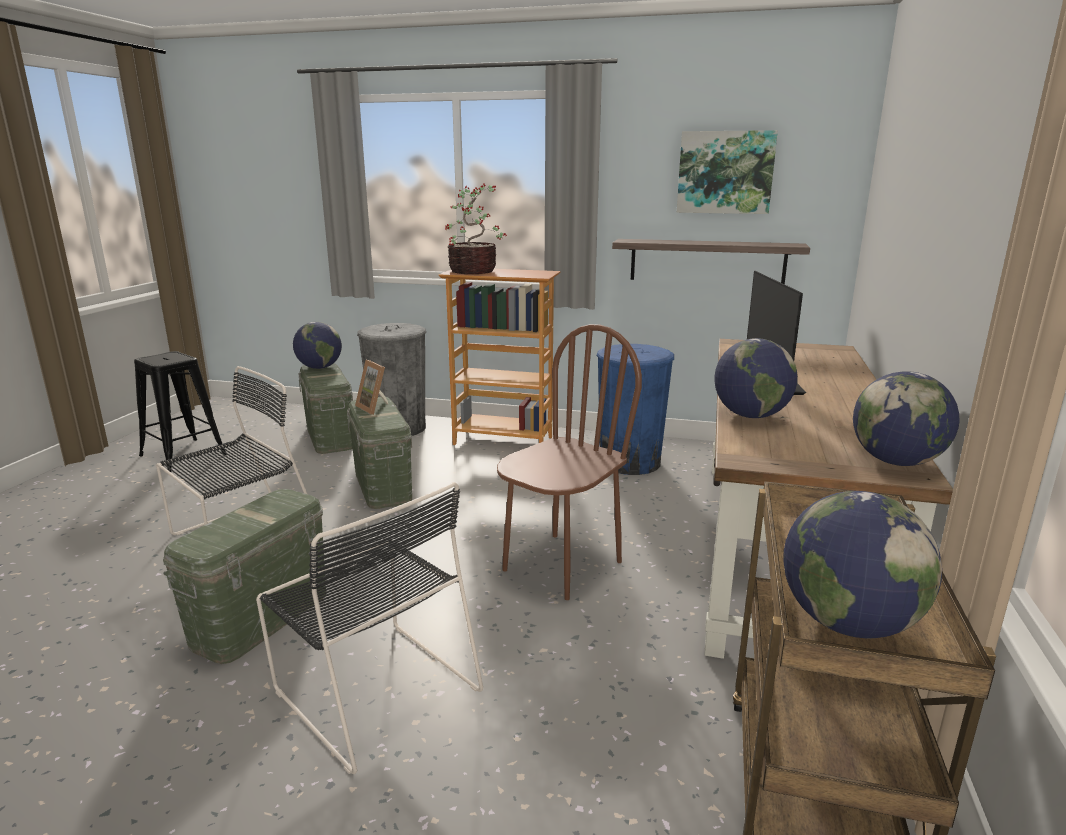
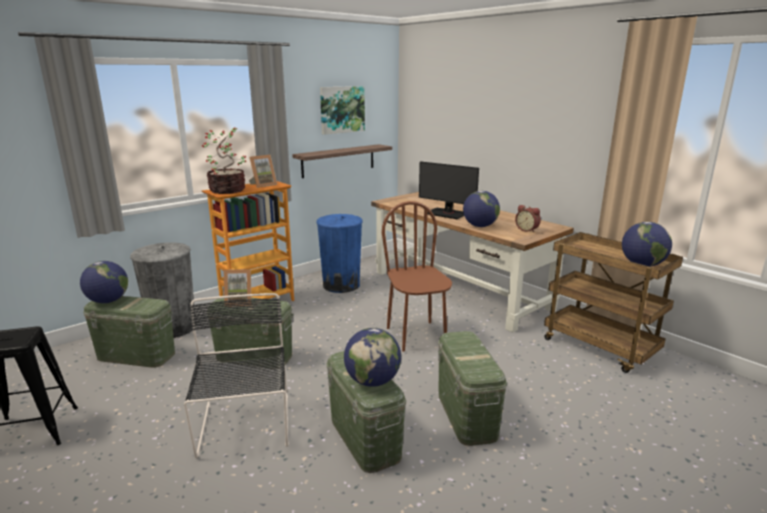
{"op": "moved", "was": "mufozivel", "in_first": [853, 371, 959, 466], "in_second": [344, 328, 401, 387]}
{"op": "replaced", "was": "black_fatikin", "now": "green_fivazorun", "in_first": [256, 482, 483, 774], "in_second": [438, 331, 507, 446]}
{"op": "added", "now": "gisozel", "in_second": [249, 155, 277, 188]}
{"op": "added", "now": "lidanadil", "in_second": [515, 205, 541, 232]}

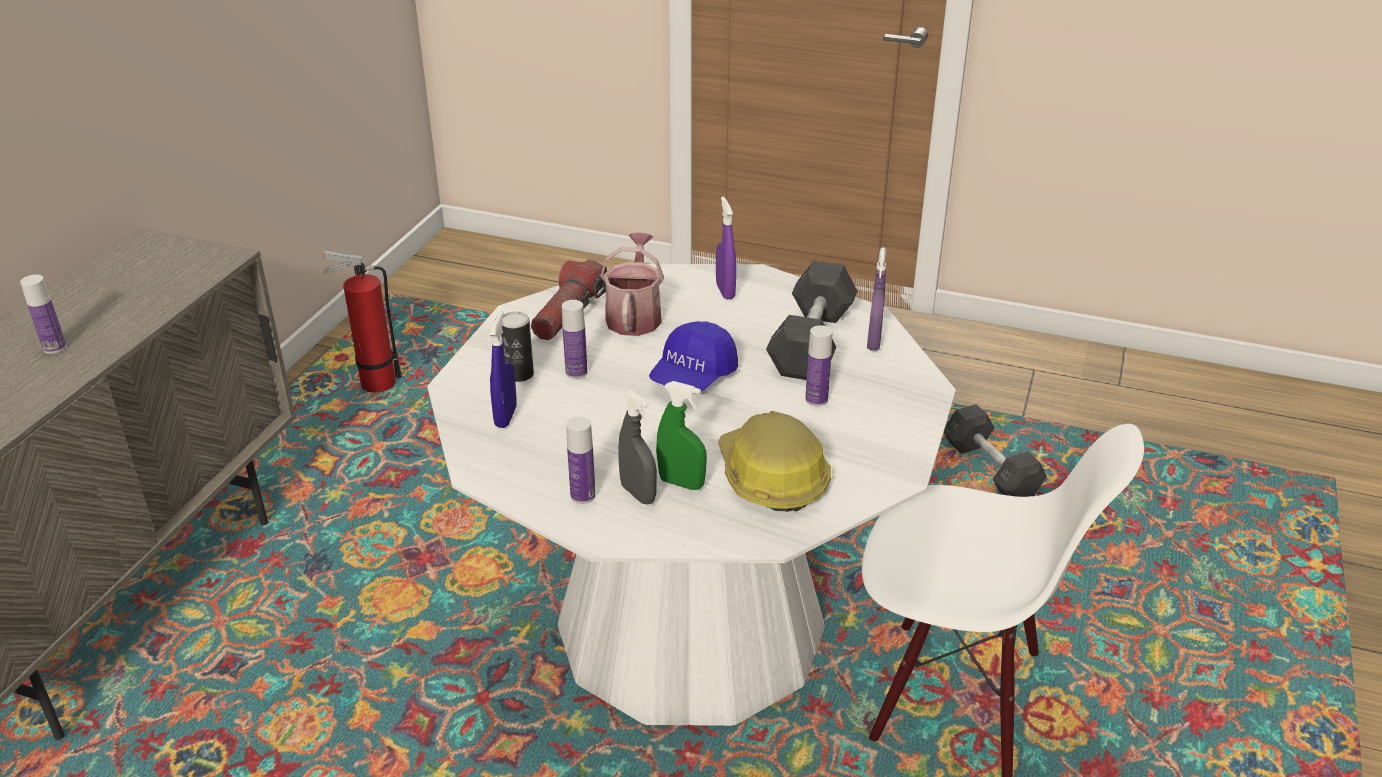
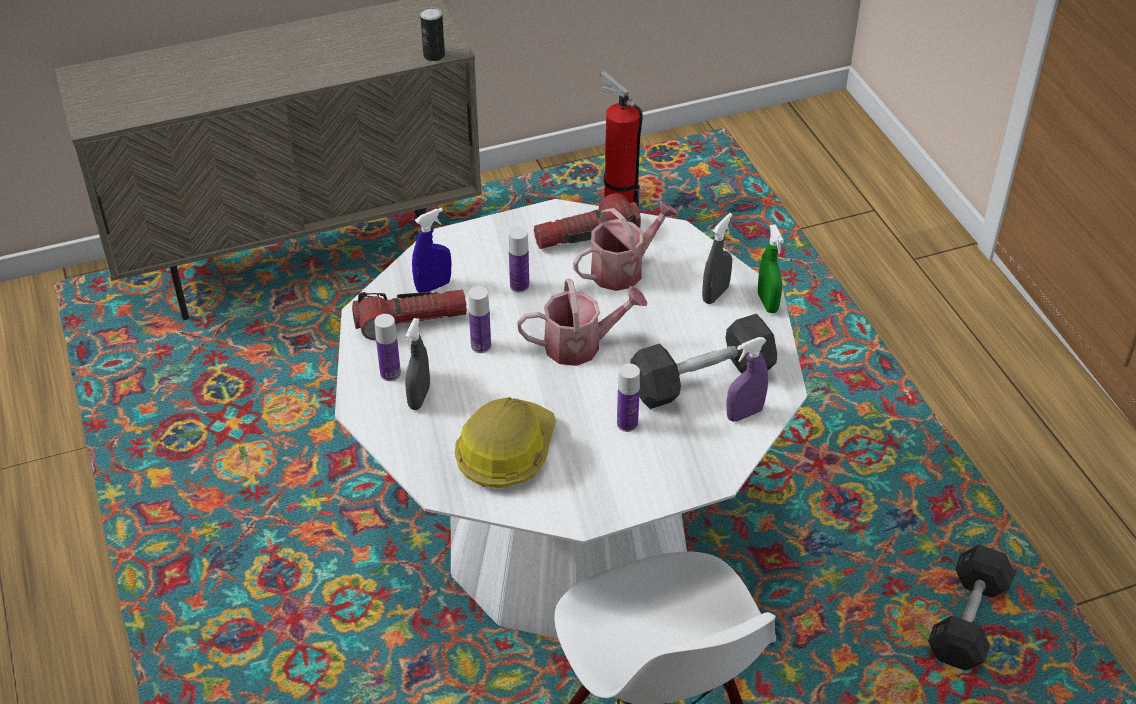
{"op": "recoloured", "was": "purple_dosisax", "now": "grey_dosisax", "in_first": [716, 196, 736, 299], "in_second": [702, 213, 733, 304]}
{"op": "moved", "was": "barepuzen", "in_first": [20, 275, 66, 354], "in_second": [468, 286, 491, 353]}
{"op": "moved", "was": "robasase", "in_first": [501, 311, 534, 382], "in_second": [420, 7, 445, 61]}
{"op": "replaced", "was": "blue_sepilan", "now": "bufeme", "in_first": [649, 321, 738, 391], "in_second": [517, 279, 647, 366]}
{"op": "moved", "was": "green_dosisax", "in_first": [656, 381, 707, 490], "in_second": [758, 224, 784, 313]}
{"op": "added", "now": "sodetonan", "in_second": [352, 289, 467, 340]}

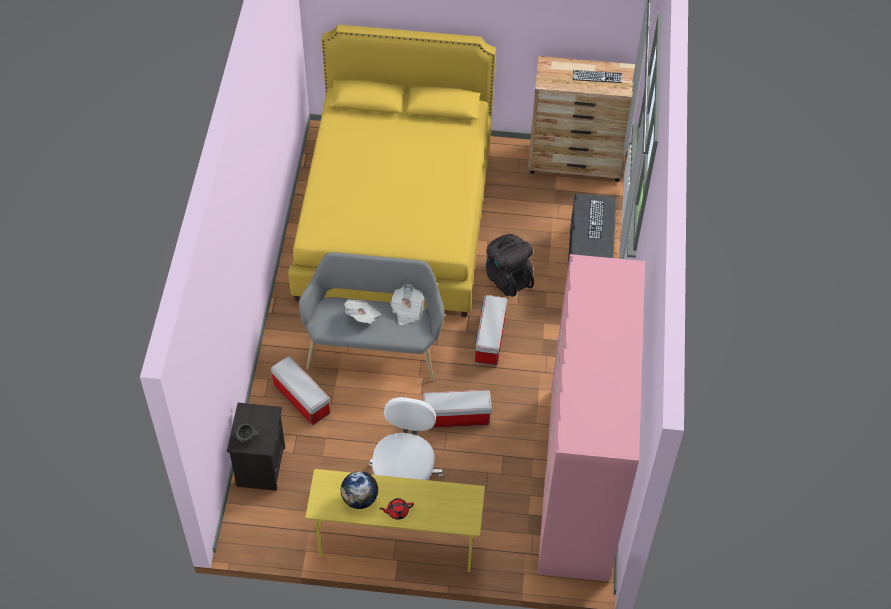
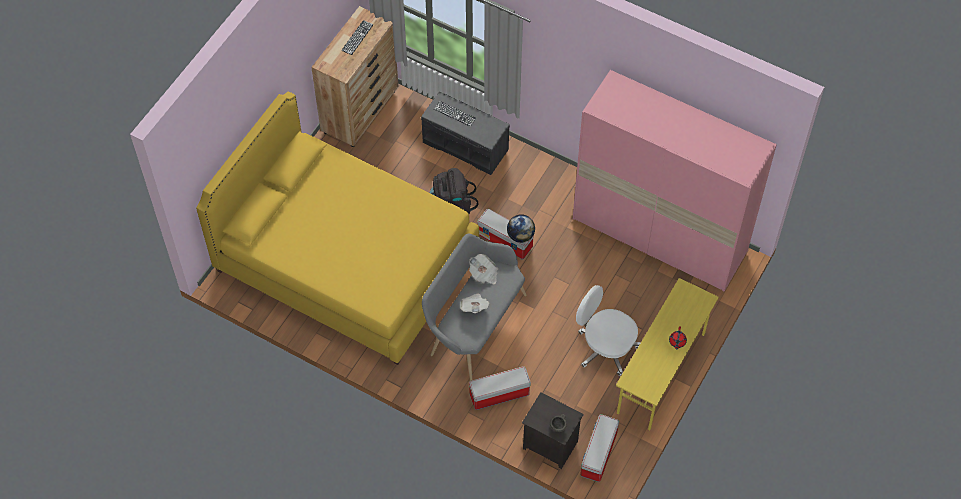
{"op": "moved", "was": "fivazorun", "in_first": [422, 390, 492, 428], "in_second": [580, 414, 619, 482]}
{"op": "moved", "was": "mufozivel", "in_first": [341, 471, 378, 509], "in_second": [507, 214, 535, 243]}

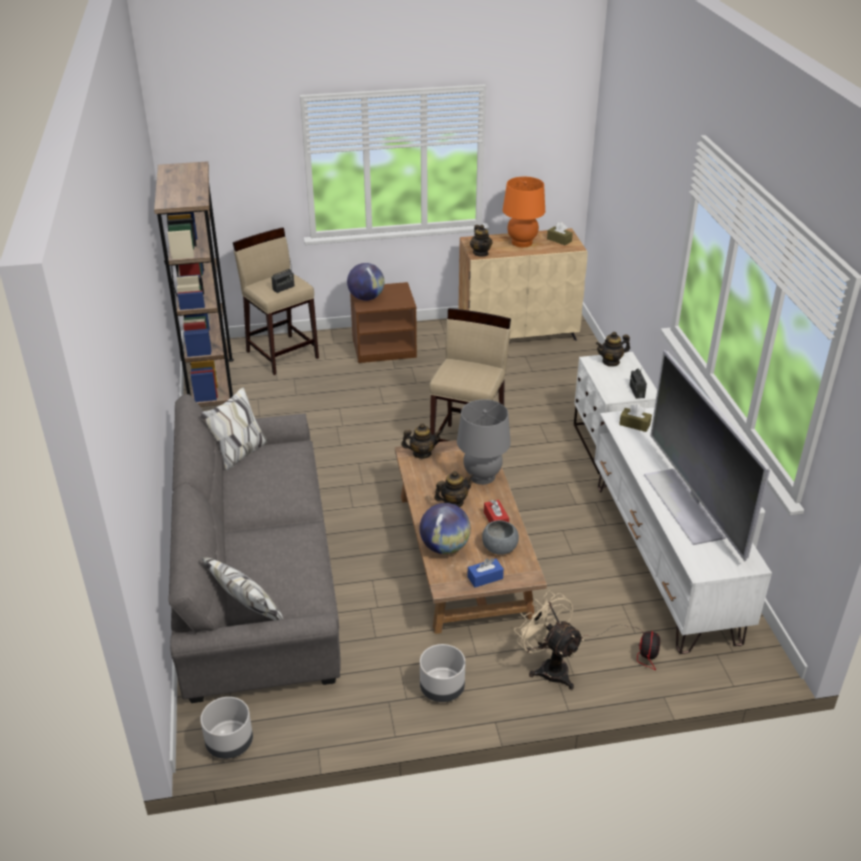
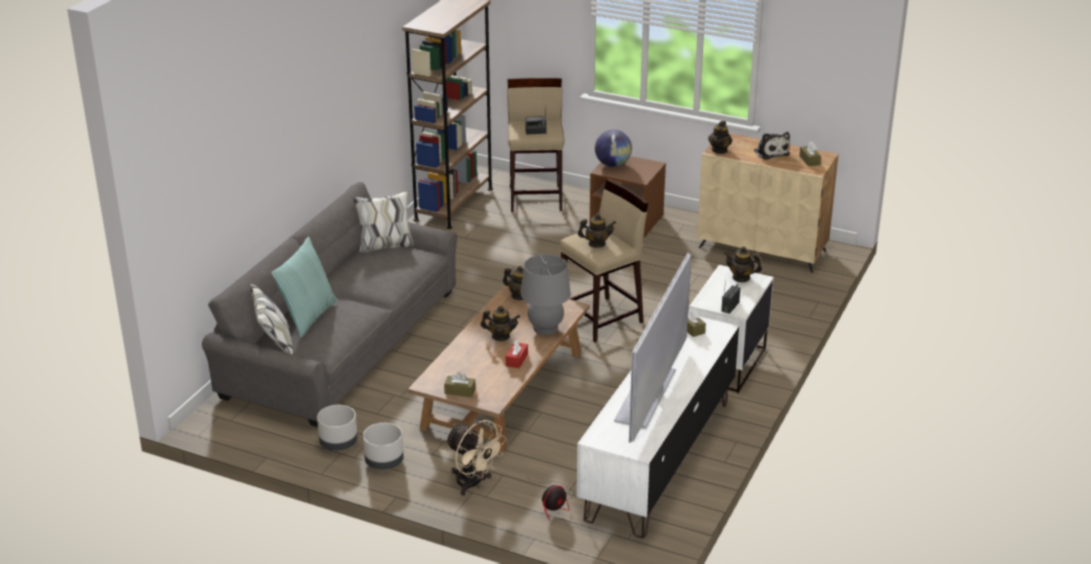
{"op": "replaced", "was": "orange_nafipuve", "now": "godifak", "in_first": [503, 177, 545, 247], "in_second": [754, 132, 790, 160]}
{"op": "removed", "was": "mufozivel", "in_first": [420, 503, 471, 554]}
{"op": "removed", "was": "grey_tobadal", "in_first": [482, 520, 519, 555]}
{"op": "recoloured", "was": "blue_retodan", "now": "brown_retodan", "in_first": [467, 558, 504, 588], "in_second": [444, 372, 476, 397]}
{"op": "turned", "was": "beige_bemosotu", "in_first": [514, 590, 584, 690], "in_second": [445, 420, 507, 496], "clockwise": 135}
{"op": "moved", "was": "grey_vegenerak", "in_first": [200, 697, 253, 759], "in_second": [317, 405, 358, 451]}
{"op": "added", "now": "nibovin", "in_second": [578, 213, 616, 248]}
{"op": "added", "now": "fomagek", "in_second": [271, 237, 337, 338]}

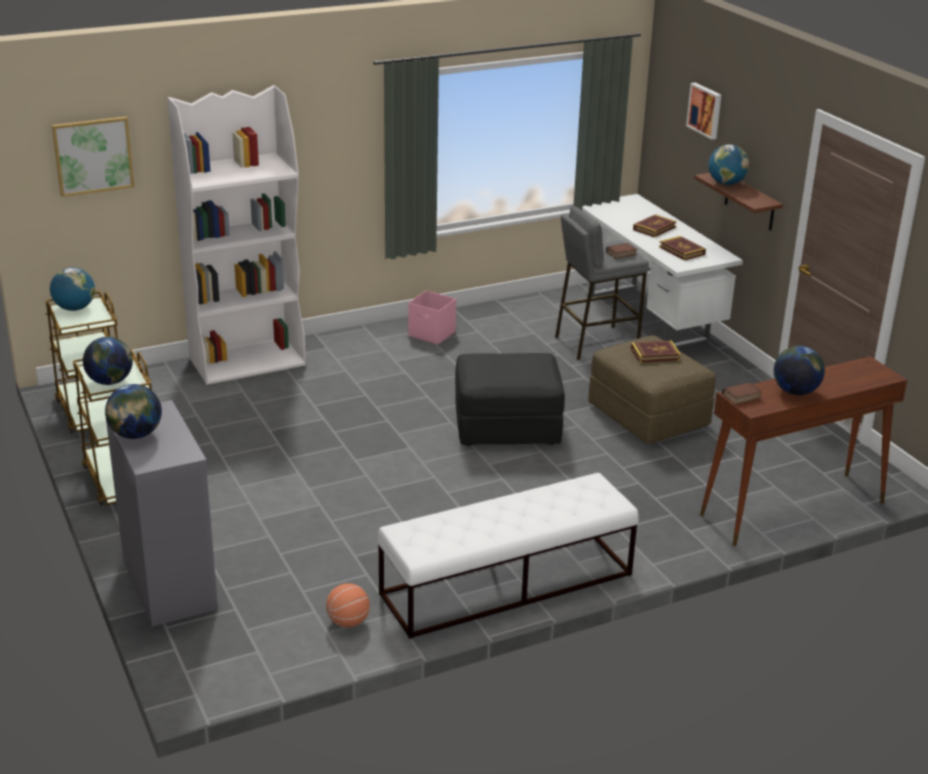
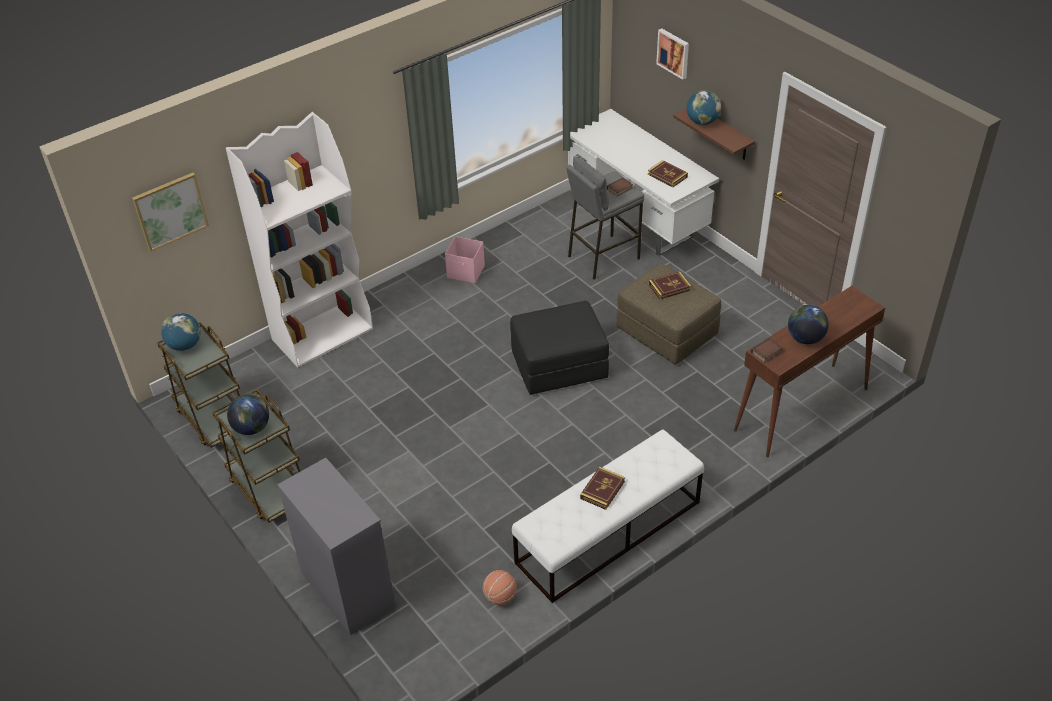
{"op": "moved", "was": "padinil", "in_first": [633, 214, 677, 237], "in_second": [580, 467, 625, 510]}
{"op": "removed", "was": "mufozivel", "in_first": [105, 384, 162, 439]}

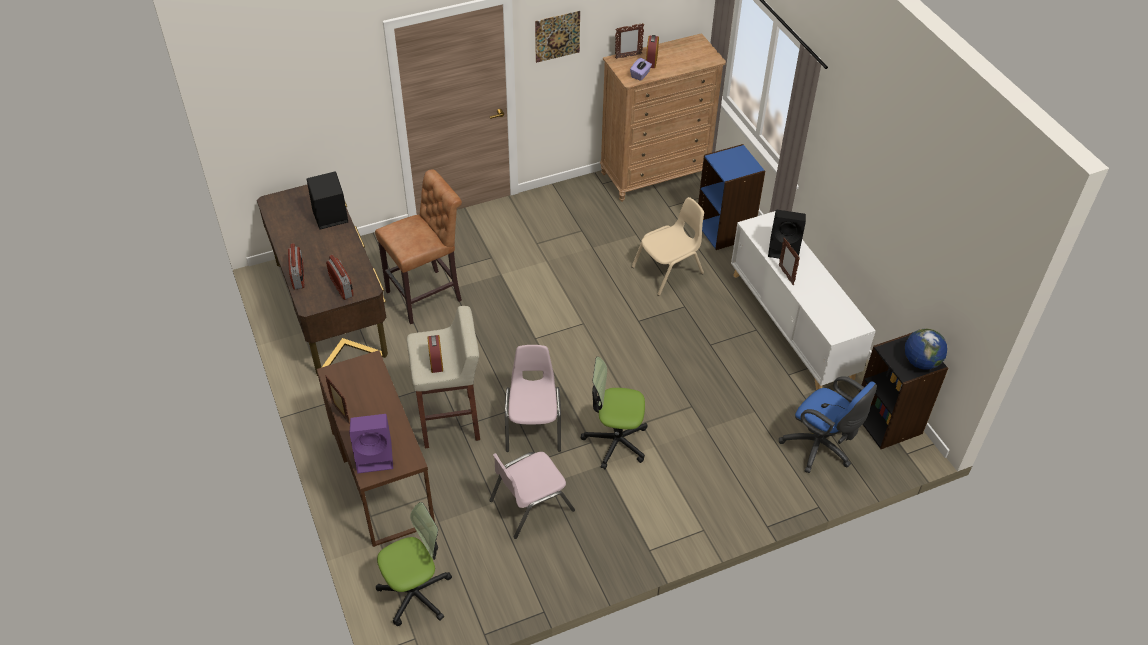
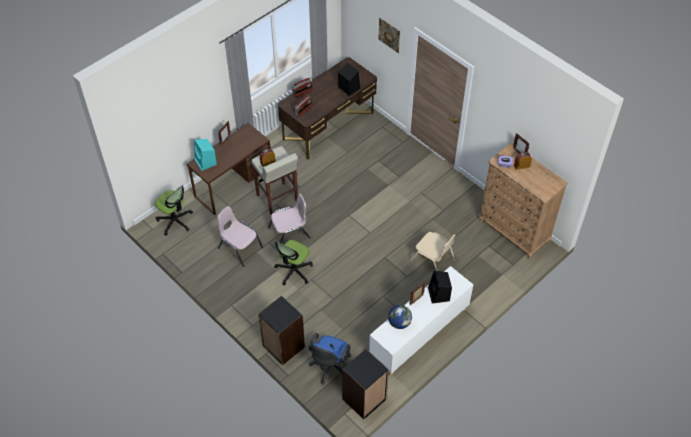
{"op": "moved", "was": "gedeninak", "in_first": [535, 11, 580, 63], "in_second": [378, 18, 400, 53]}
{"op": "removed", "was": "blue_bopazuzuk", "in_first": [698, 144, 765, 250]}
{"op": "removed", "was": "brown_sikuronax", "in_first": [375, 169, 462, 324]}
{"op": "moved", "was": "mufozivel", "in_first": [905, 328, 948, 370], "in_second": [388, 305, 412, 329]}
{"op": "turned", "was": "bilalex", "in_first": [581, 357, 648, 469], "in_second": [274, 240, 313, 286], "clockwise": -135}
{"op": "recoloured", "was": "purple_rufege", "now": "turquoise_rufege", "in_first": [349, 414, 393, 473], "in_second": [194, 139, 217, 171]}
{"op": "added", "now": "black_bopazuzuk", "in_second": [258, 296, 305, 365]}

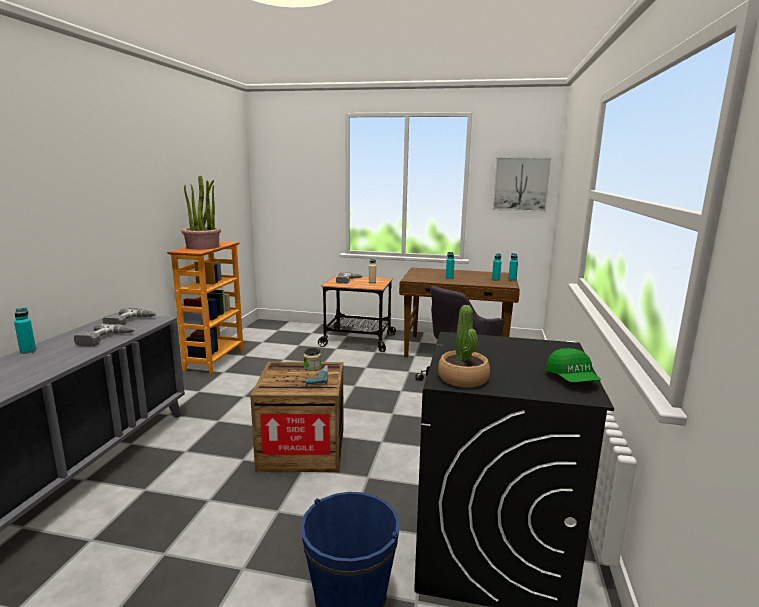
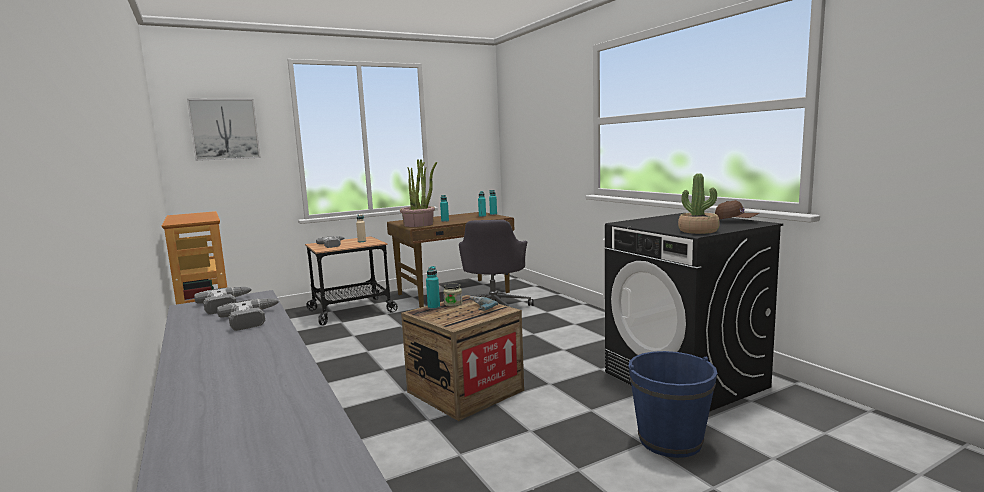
{"op": "moved", "was": "gedeninak", "in_first": [493, 157, 551, 212], "in_second": [187, 99, 261, 161]}
{"op": "moved", "was": "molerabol", "in_first": [181, 176, 221, 250], "in_second": [400, 159, 437, 227]}
{"op": "moved", "was": "turquoise_barepuzen", "in_first": [14, 307, 36, 354], "in_second": [426, 266, 440, 309]}
{"op": "recoloured", "was": "green_sepilan", "now": "brown_sepilan", "in_first": [546, 348, 601, 382], "in_second": [715, 200, 759, 220]}

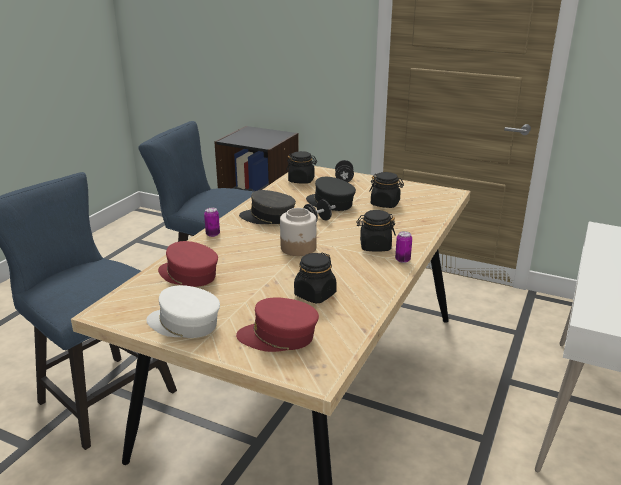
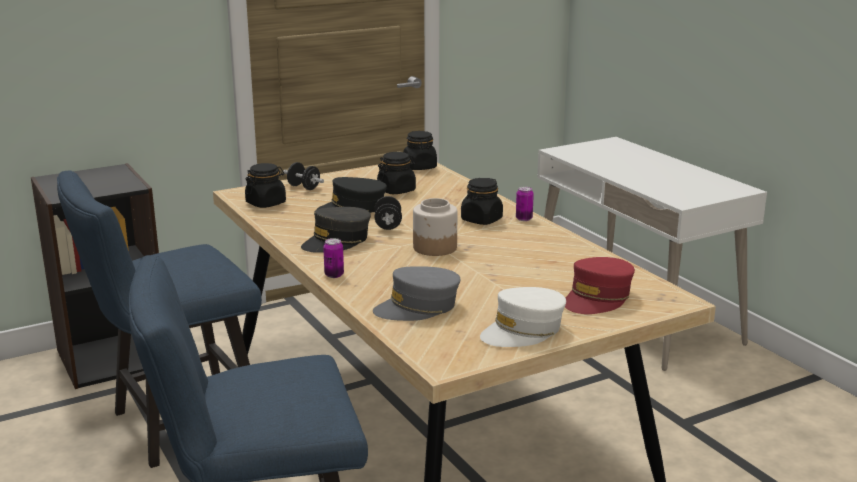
{"op": "recoloured", "was": "red_sepilan", "now": "grey_sepilan", "in_first": [158, 241, 218, 287], "in_second": [373, 266, 461, 321]}
{"op": "moved", "was": "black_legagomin", "in_first": [294, 253, 337, 303], "in_second": [403, 131, 437, 170]}

